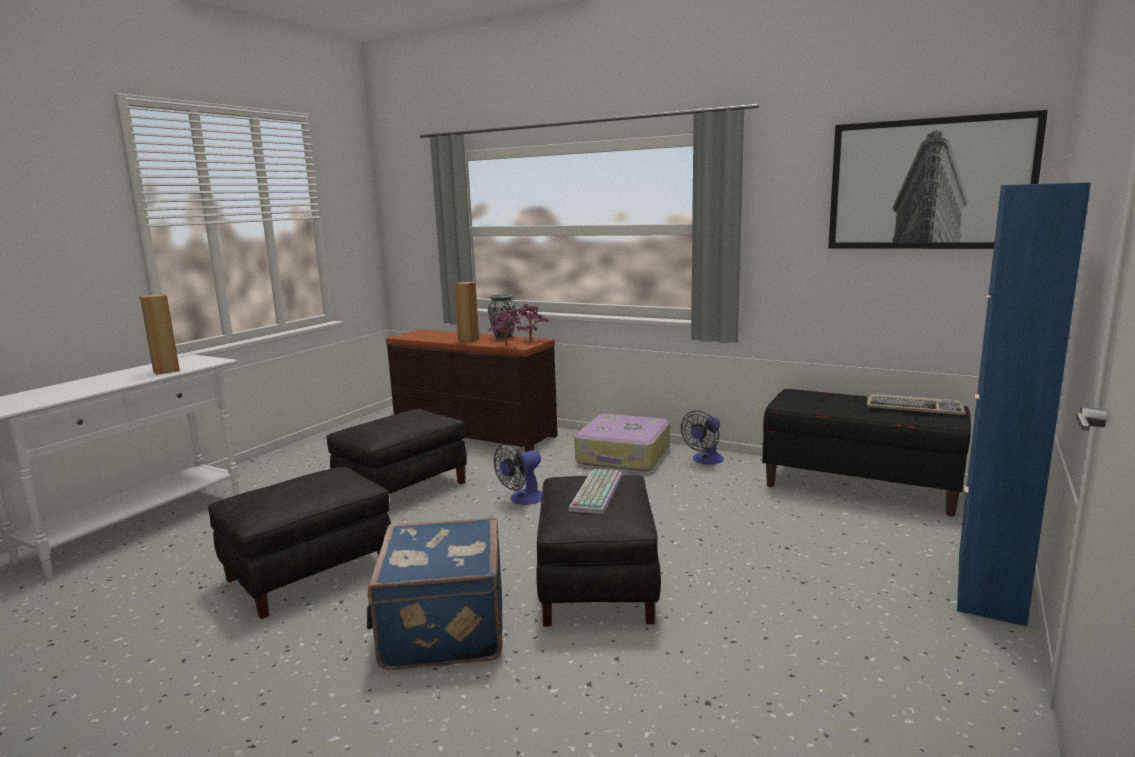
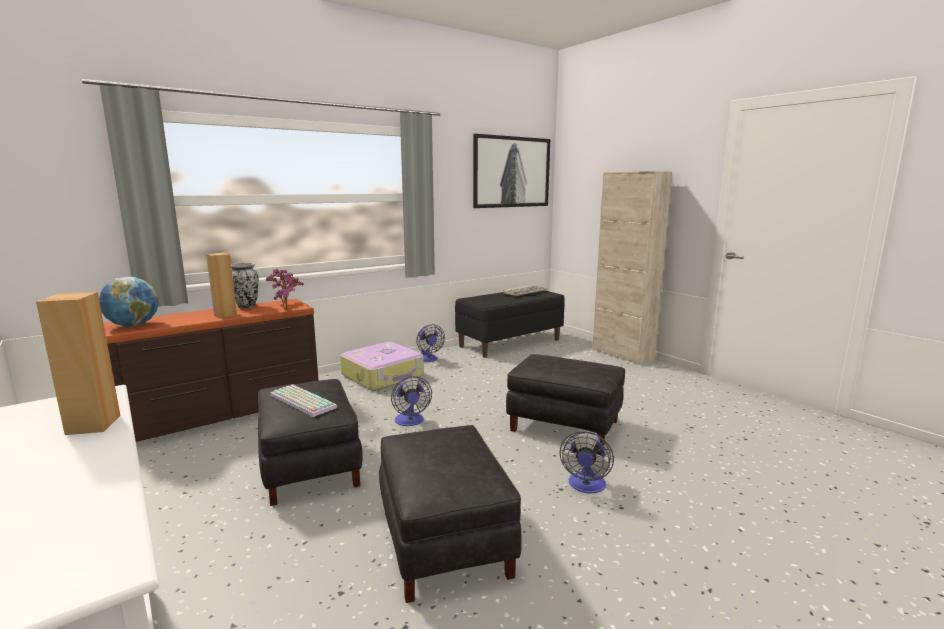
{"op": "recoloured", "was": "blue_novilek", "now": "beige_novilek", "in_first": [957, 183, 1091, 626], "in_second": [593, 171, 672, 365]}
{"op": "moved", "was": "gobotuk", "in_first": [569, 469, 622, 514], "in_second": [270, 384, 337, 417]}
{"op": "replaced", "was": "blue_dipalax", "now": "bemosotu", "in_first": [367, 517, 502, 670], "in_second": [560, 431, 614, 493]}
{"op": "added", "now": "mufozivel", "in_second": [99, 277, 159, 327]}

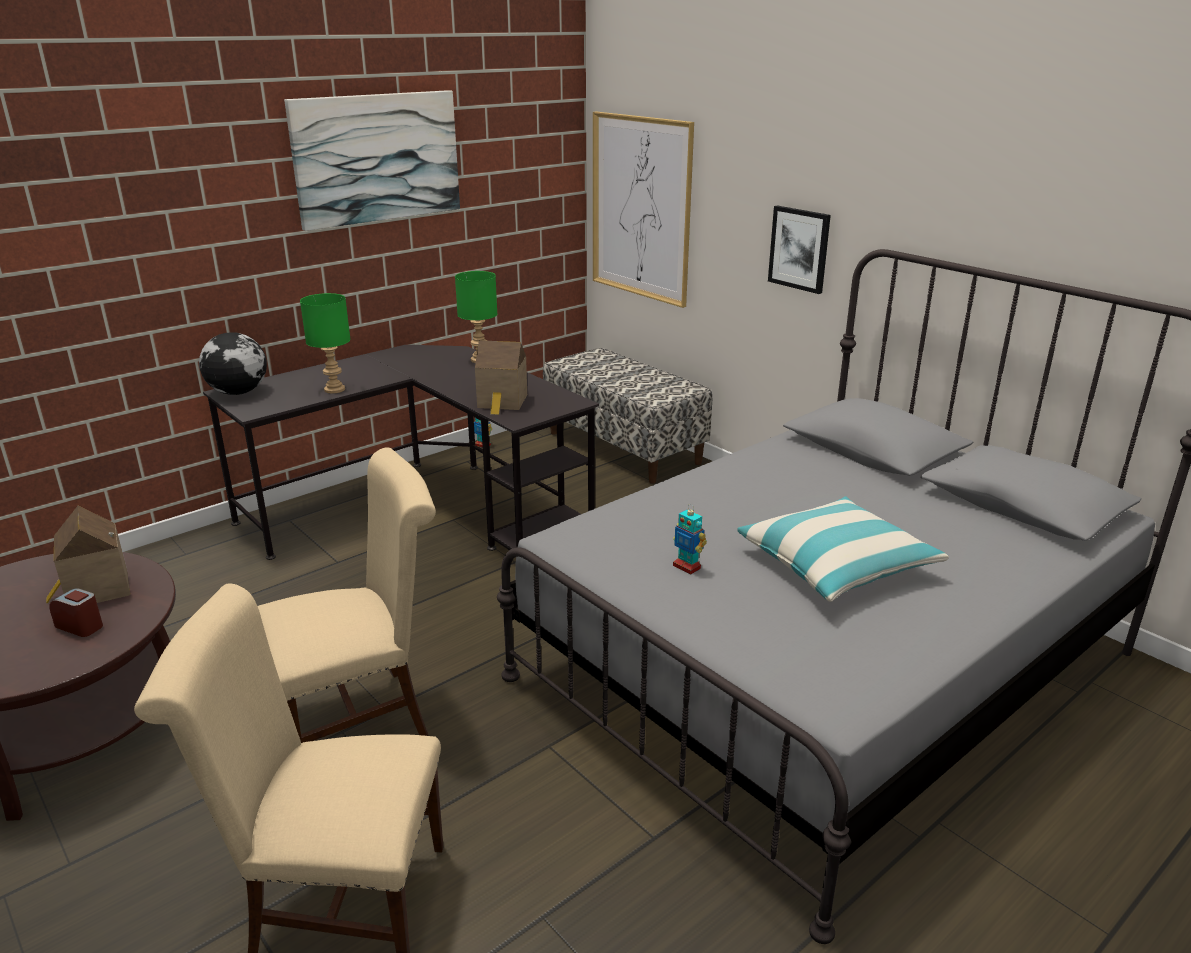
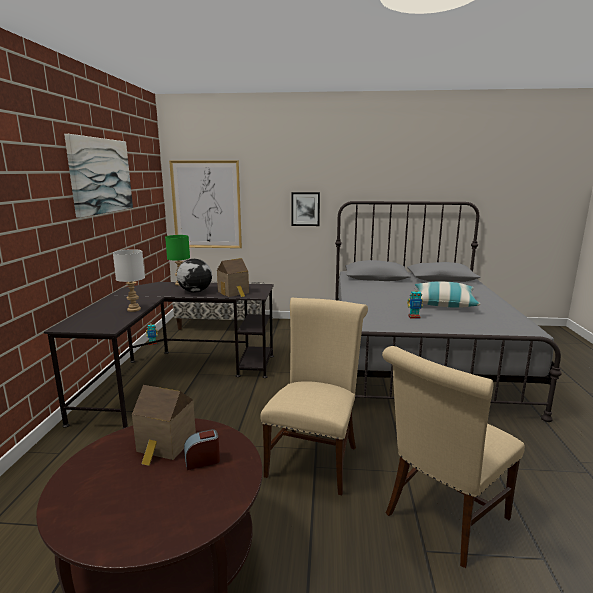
{"op": "recoloured", "was": "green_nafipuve", "now": "white_nafipuve", "in_first": [300, 293, 351, 393], "in_second": [113, 249, 145, 312]}
{"op": "moved", "was": "mufozivel", "in_first": [199, 332, 267, 395], "in_second": [177, 259, 212, 293]}

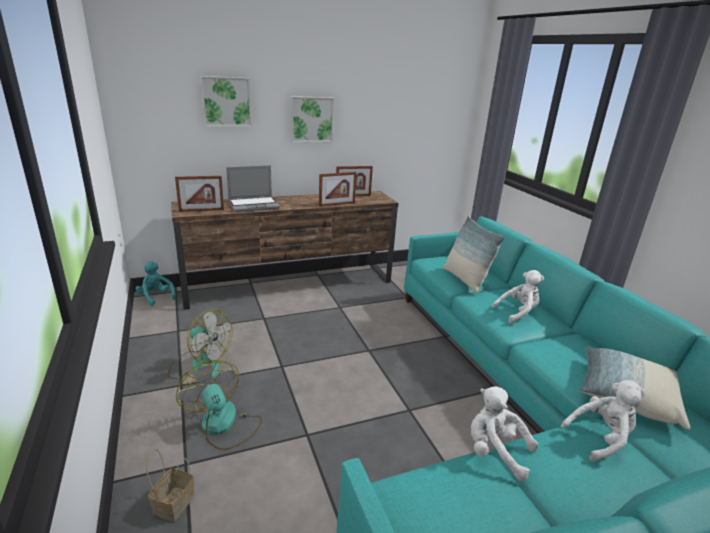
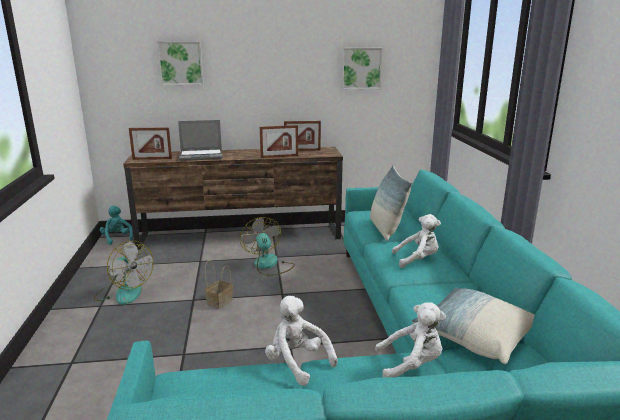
{"op": "moved", "was": "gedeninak", "in_first": [290, 96, 334, 143], "in_second": [341, 48, 383, 90]}
{"op": "moved", "was": "bemosotu", "in_first": [176, 360, 262, 450], "in_second": [240, 217, 295, 276]}
{"op": "moved", "was": "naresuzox", "in_first": [146, 448, 195, 522], "in_second": [205, 260, 233, 309]}

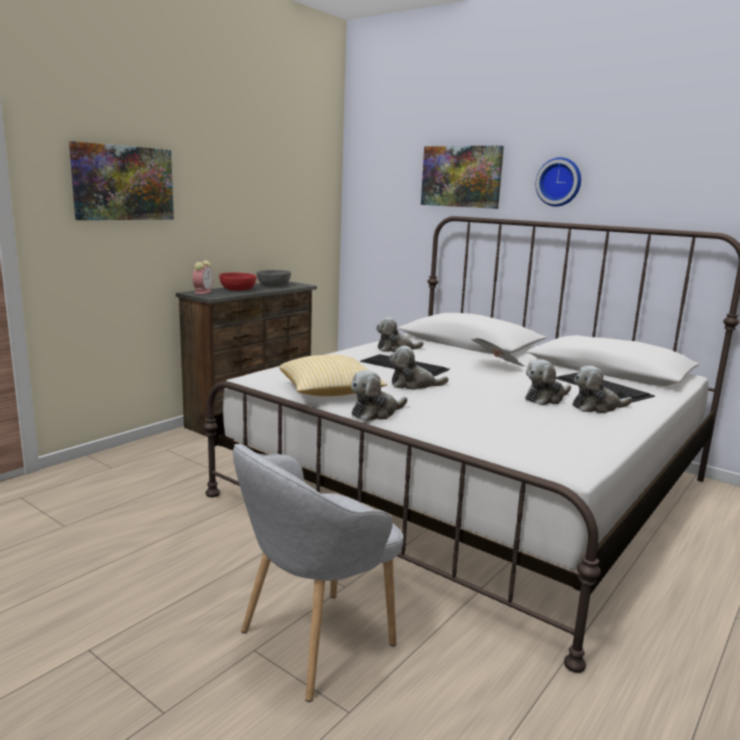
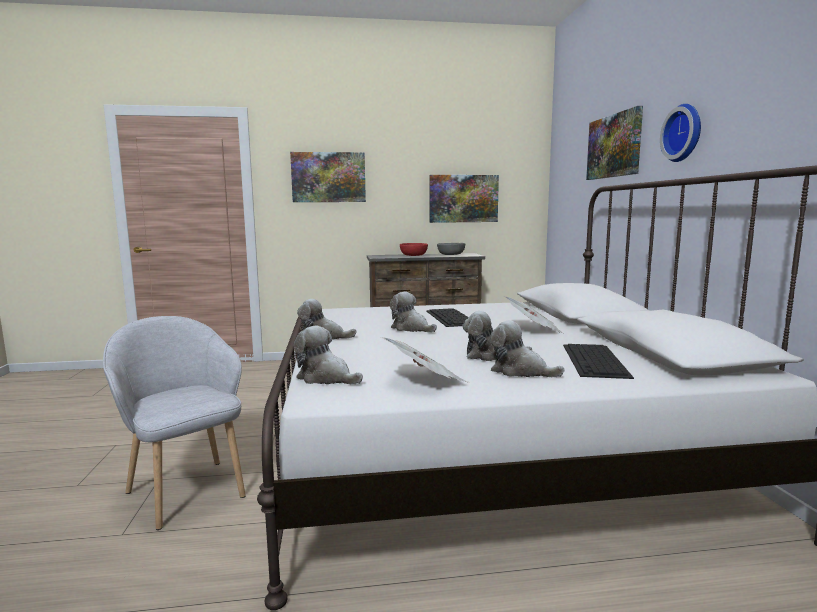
{"op": "removed", "was": "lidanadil", "in_first": [193, 260, 213, 294]}
{"op": "moved", "was": "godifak", "in_first": [376, 317, 424, 352], "in_second": [294, 325, 363, 384]}
{"op": "removed", "was": "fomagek", "in_first": [279, 355, 387, 396]}
{"op": "turned", "was": "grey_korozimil", "in_first": [233, 444, 403, 702], "in_second": [103, 316, 246, 530], "clockwise": 45}
{"op": "added", "now": "gedeninak", "in_second": [430, 175, 499, 223]}
{"op": "added", "now": "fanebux", "in_second": [381, 337, 468, 382]}

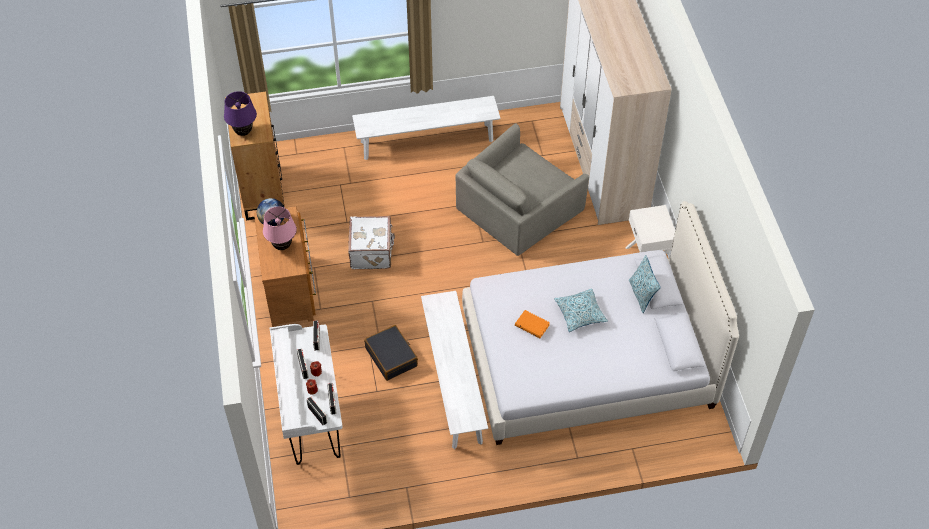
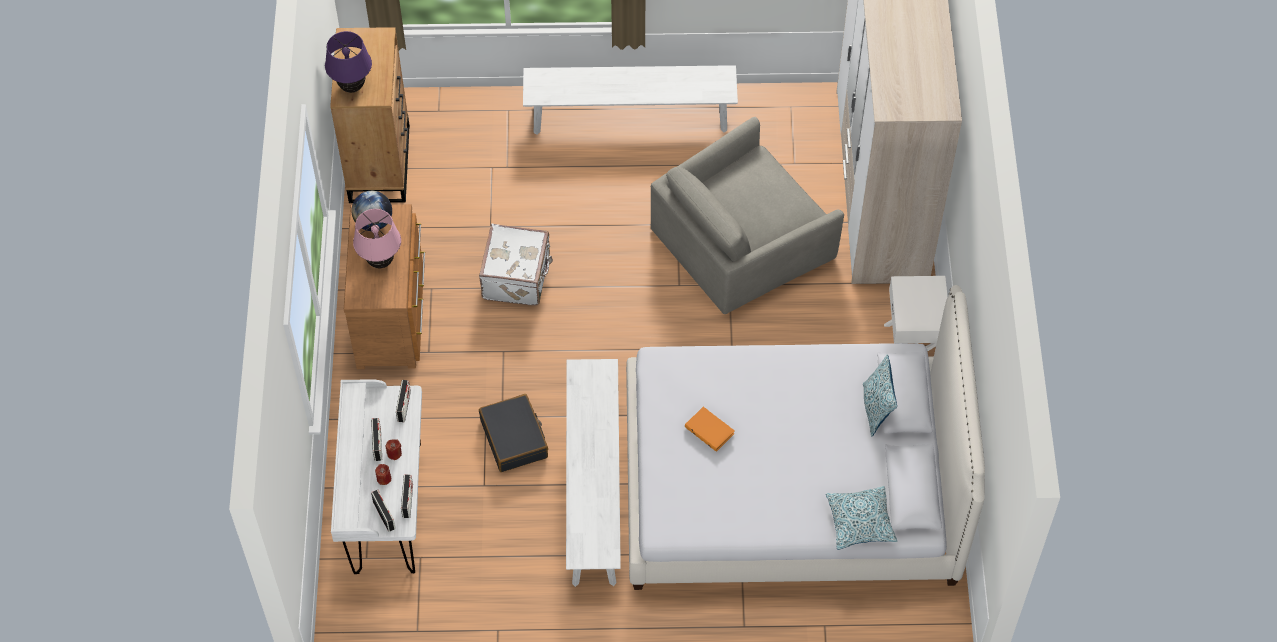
{"op": "moved", "was": "fomagek", "in_first": [554, 288, 608, 332], "in_second": [826, 486, 898, 550]}

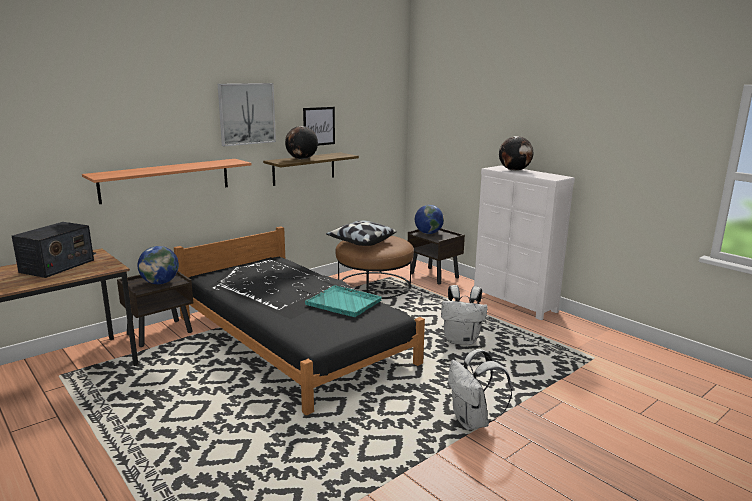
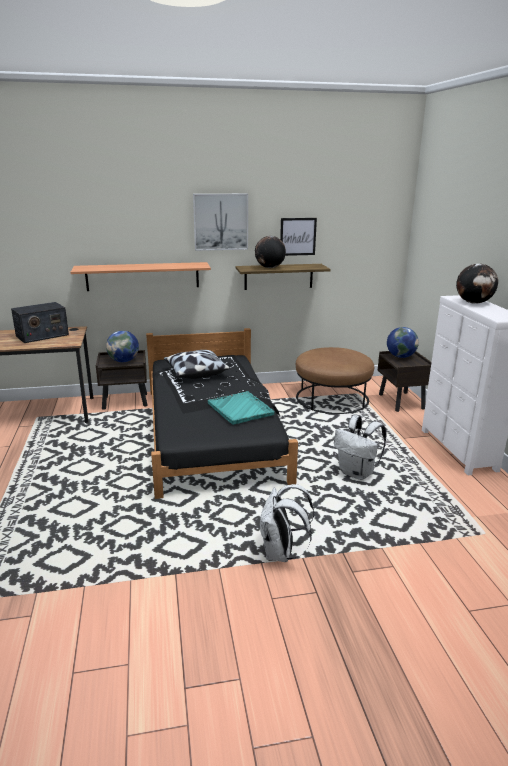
{"op": "moved", "was": "fomagek", "in_first": [326, 220, 397, 246], "in_second": [164, 350, 230, 379]}

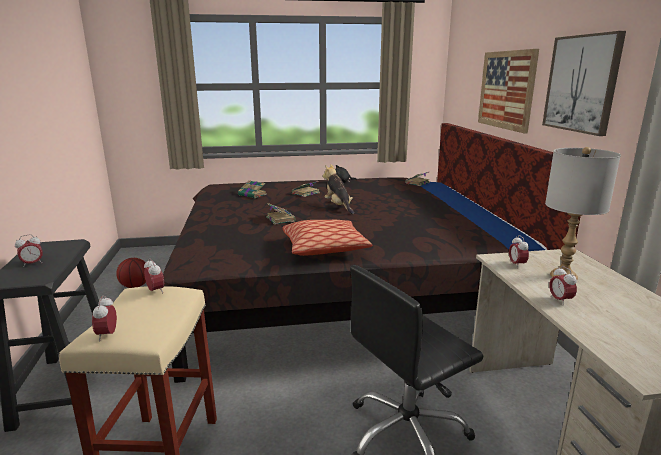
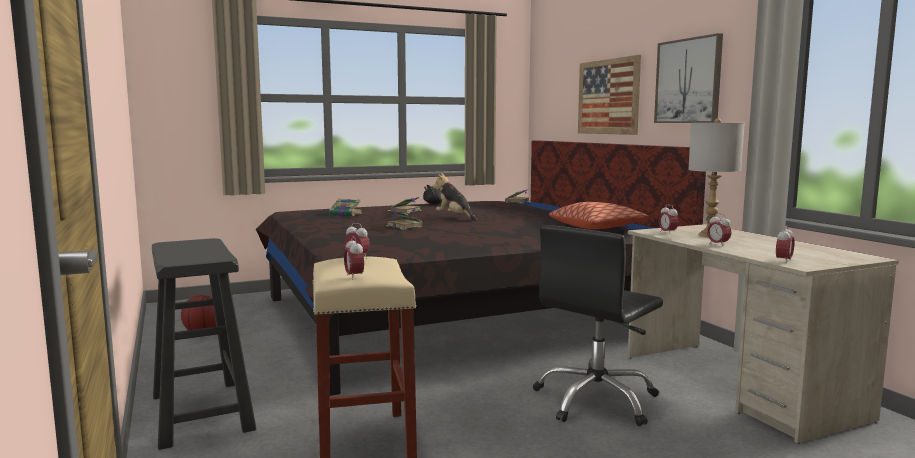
{"op": "moved", "was": "fomagek", "in_first": [282, 220, 373, 256], "in_second": [549, 202, 649, 229]}
{"op": "moved", "was": "lidanadil", "in_first": [15, 234, 43, 267], "in_second": [776, 226, 795, 263]}

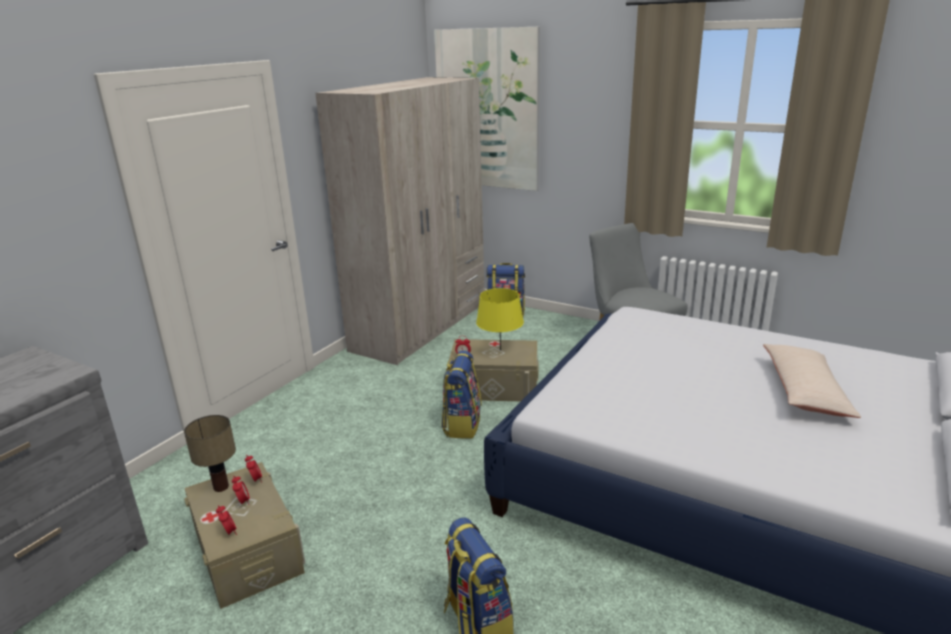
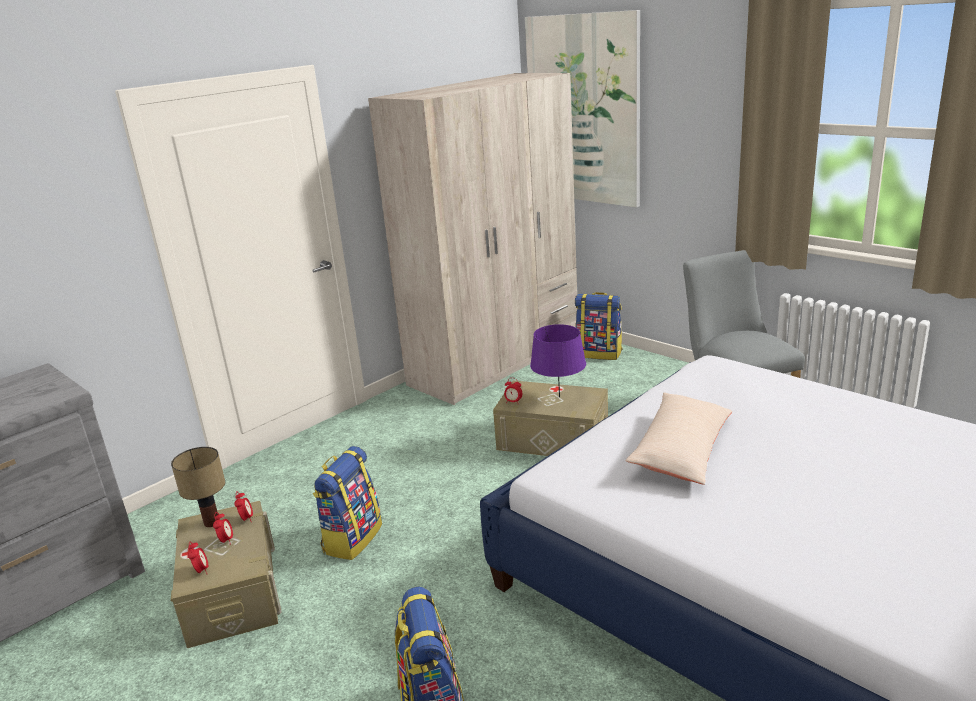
{"op": "recoloured", "was": "yellow_nafipuve", "now": "purple_nafipuve", "in_first": [476, 288, 524, 350], "in_second": [530, 324, 586, 397]}
{"op": "moved", "was": "beige_fomagek", "in_first": [763, 344, 861, 418], "in_second": [626, 392, 732, 485]}
{"op": "moved", "was": "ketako", "in_first": [441, 351, 482, 439], "in_second": [313, 446, 382, 560]}

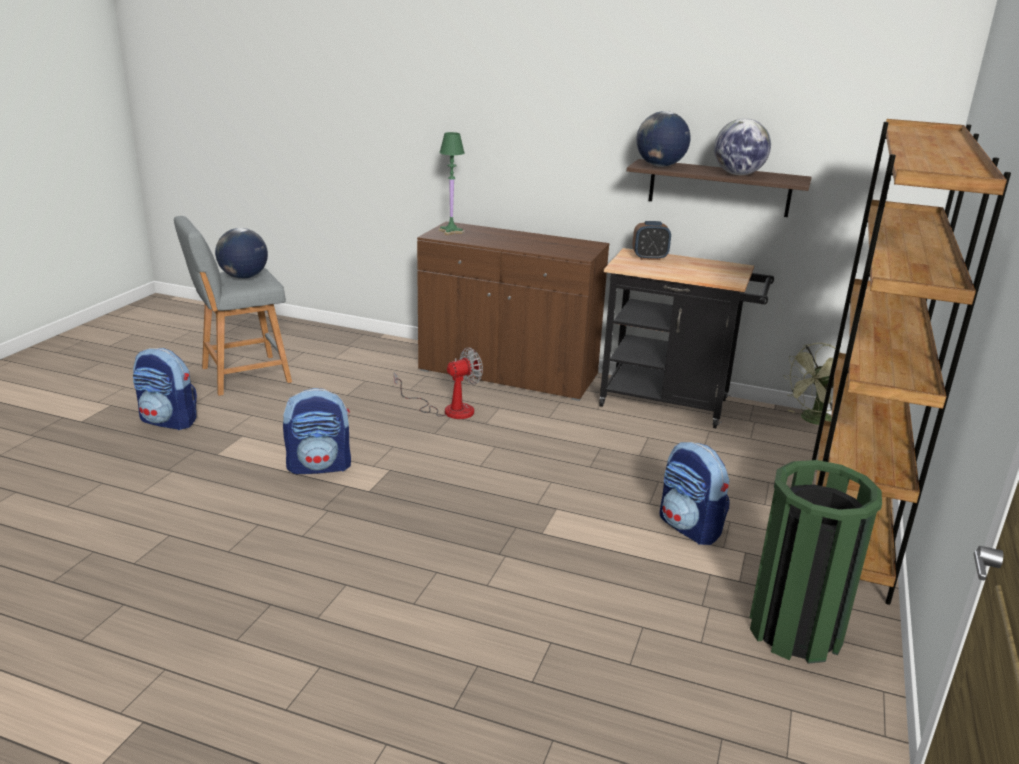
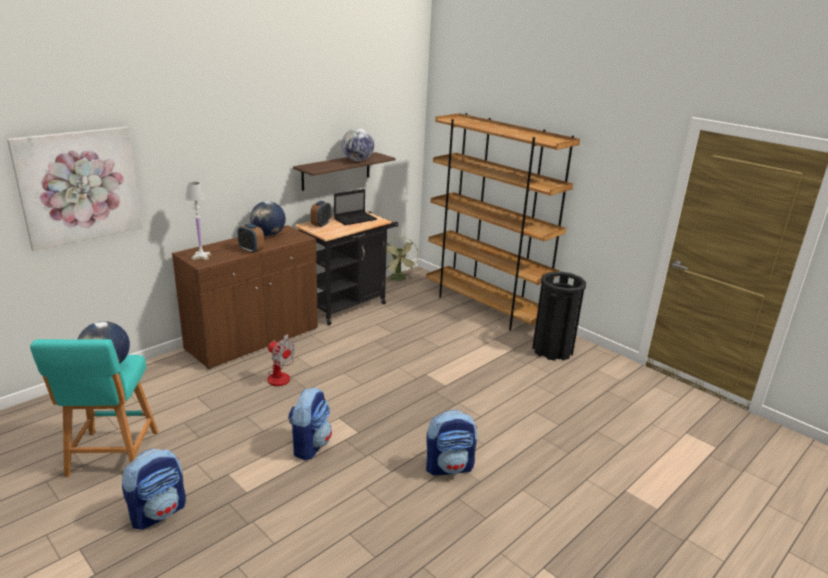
{"op": "moved", "was": "mufozivel", "in_first": [637, 111, 690, 167], "in_second": [250, 201, 286, 236]}
{"op": "recoloured", "was": "green_nafipuve", "now": "white_nafipuve", "in_first": [438, 132, 465, 235], "in_second": [185, 182, 212, 261]}
{"op": "recoloured", "was": "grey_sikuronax", "now": "turquoise_sikuronax", "in_first": [174, 216, 292, 396], "in_second": [30, 339, 159, 477]}
{"op": "turned", "was": "bemosotu", "in_first": [394, 347, 483, 419], "in_second": [268, 334, 295, 386], "clockwise": 135}
{"op": "moved", "was": "ketako", "in_first": [659, 442, 730, 545], "in_second": [426, 410, 477, 475]}
{"op": "recoloured", "was": "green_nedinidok", "now": "black_nedinidok", "in_first": [749, 460, 882, 664], "in_second": [532, 271, 586, 361]}
{"op": "added", "now": "gedeninak", "in_second": [7, 127, 143, 251]}
{"op": "added", "now": "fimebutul", "in_second": [334, 189, 377, 225]}
{"op": "added", "now": "lidanadil", "in_second": [238, 224, 264, 253]}

